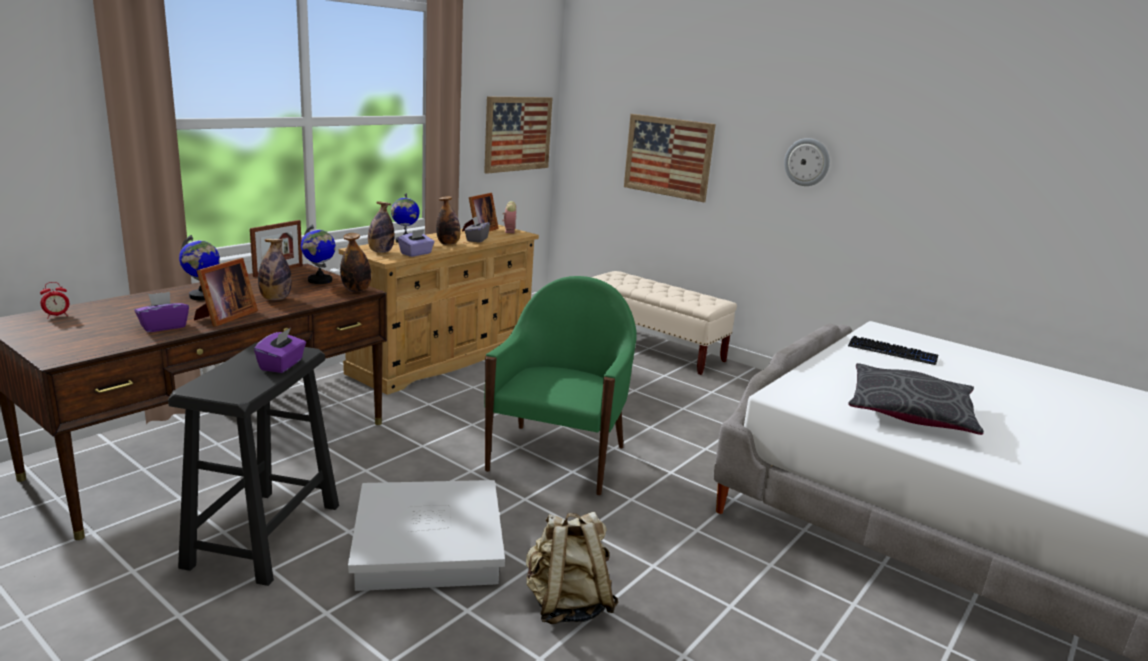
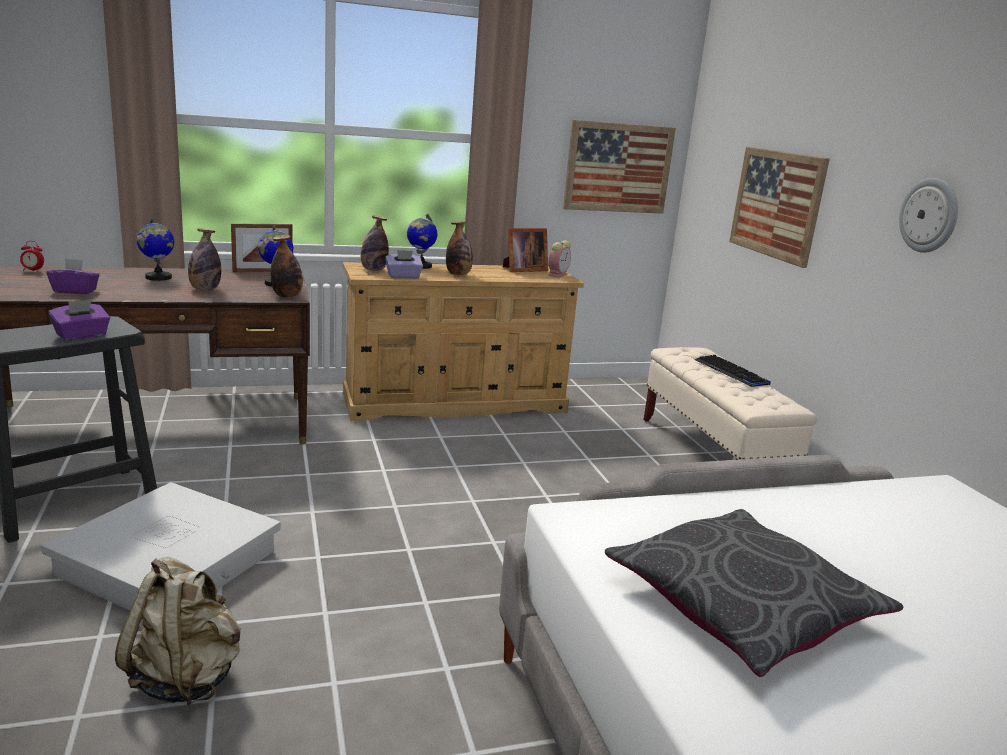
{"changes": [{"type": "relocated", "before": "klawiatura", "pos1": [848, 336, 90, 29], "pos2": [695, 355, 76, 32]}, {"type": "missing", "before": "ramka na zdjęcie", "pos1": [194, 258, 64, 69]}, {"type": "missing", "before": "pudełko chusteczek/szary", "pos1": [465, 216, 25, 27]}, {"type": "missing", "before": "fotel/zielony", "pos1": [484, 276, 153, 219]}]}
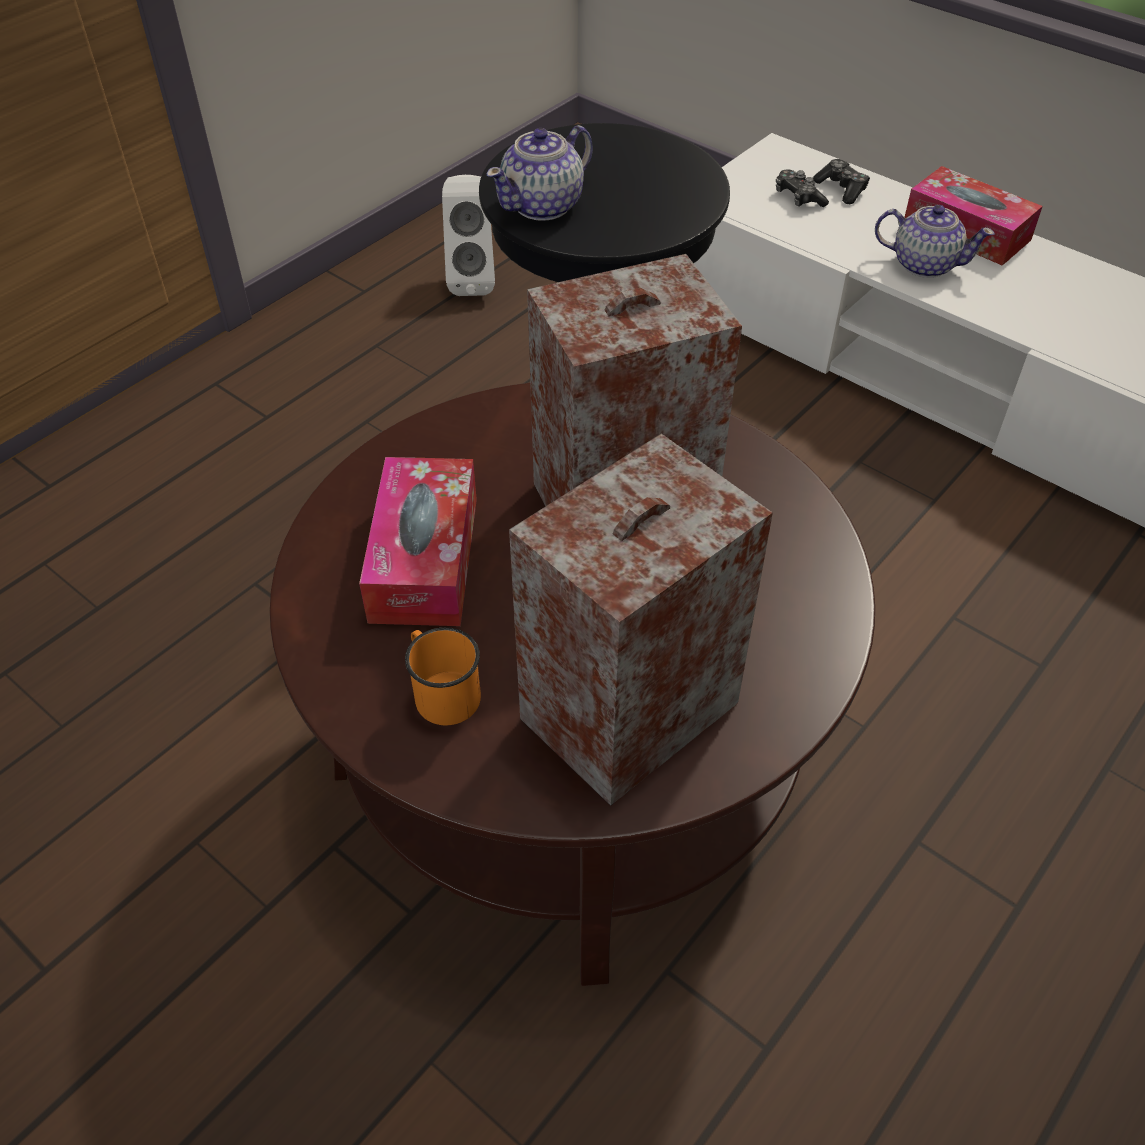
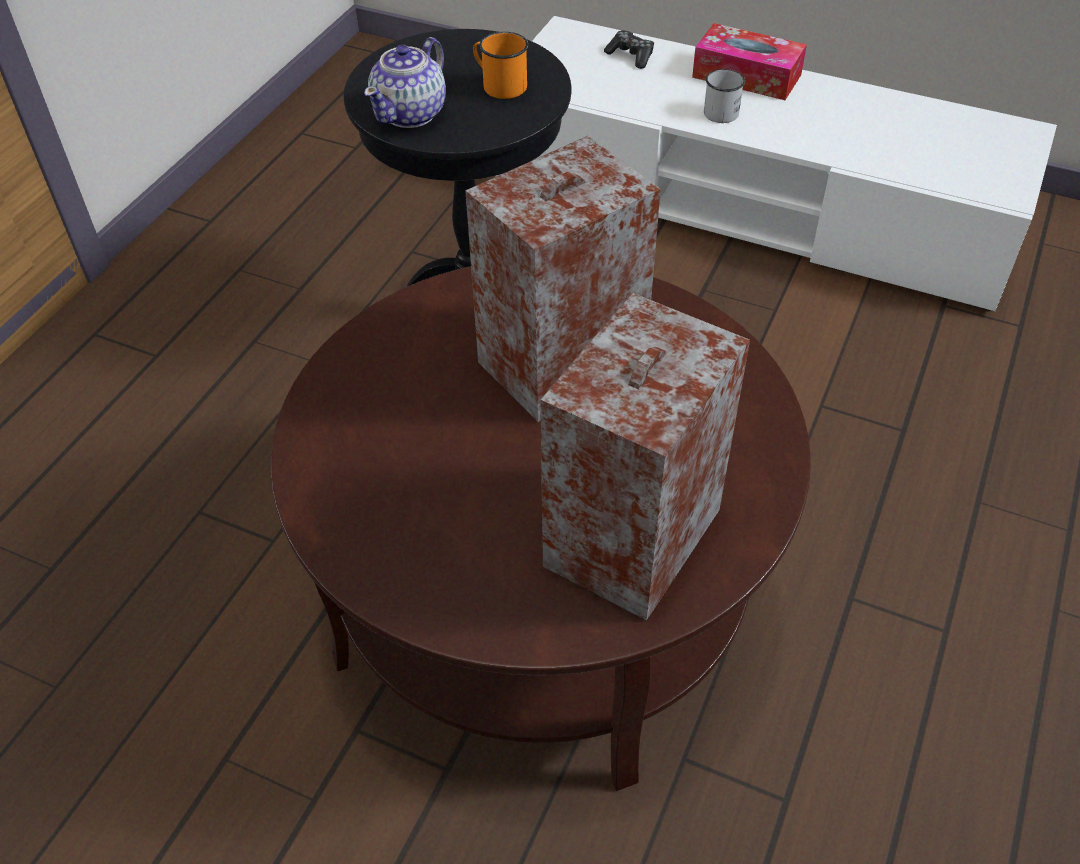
{"changes": [{"type": "relocated", "before": "kubek/pomarańczowy", "pos1": [405, 627, 76, 98], "pos2": [473, 32, 55, 67]}, {"type": "exchanged", "before": "imbryk", "after": "kubek/biały", "pos1": [875, 205, 120, 73], "pos2": [704, 69, 41, 54]}, {"type": "missing", "before": "pudełko chusteczek", "pos1": [359, 457, 118, 169]}, {"type": "missing", "before": "głośnik/biały", "pos1": [442, 175, 53, 121]}, {"type": "missing", "before": "pad do gier", "pos1": [776, 169, 53, 38]}]}
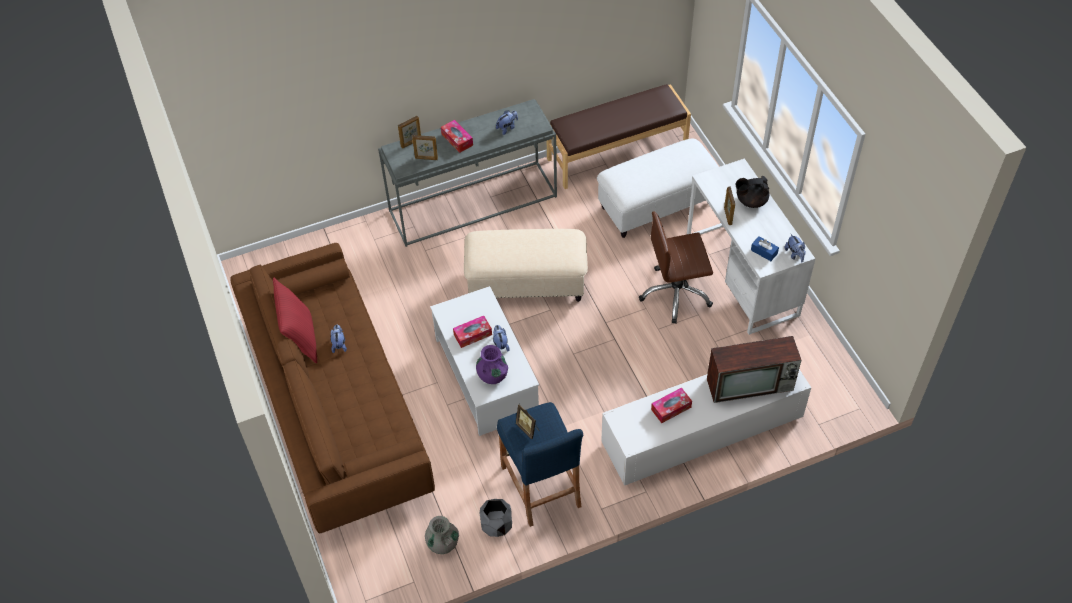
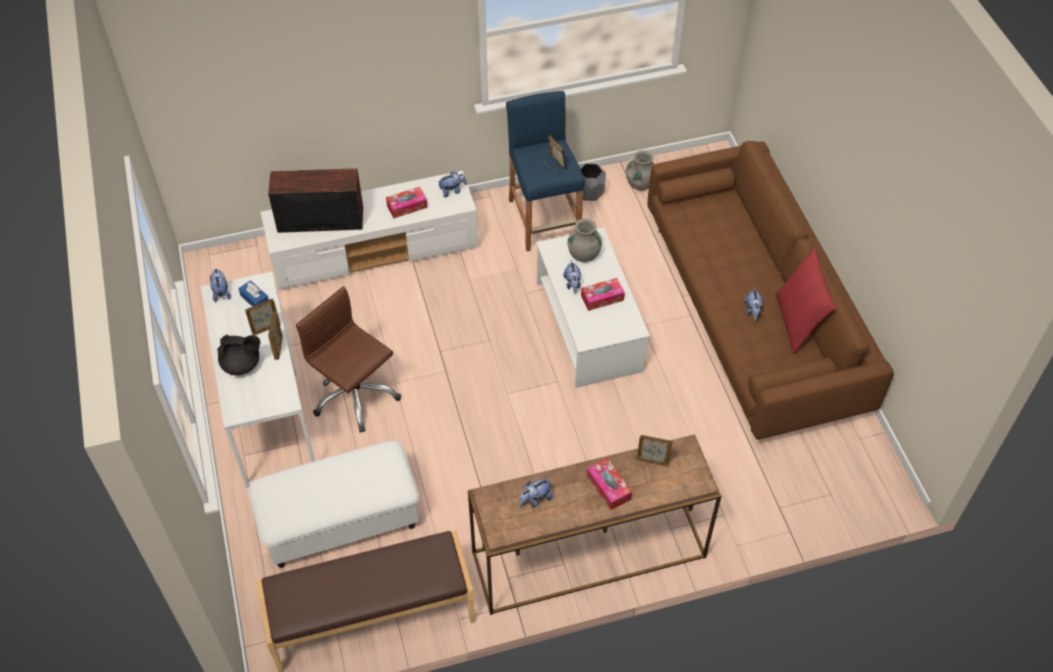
{"changes": [{"type": "relocated", "before": "ramka na zdjęcie", "pos1": [398, 116, 23, 32], "pos2": [245, 299, 36, 36]}, {"type": "spun", "before": "krzesło biurowe/brązowy", "pos1": [639, 212, 74, 112], "pos2": [296, 286, 105, 147], "turn": -135}, {"type": "appeared", "after": "pluszak", "pos2": [438, 171, 29, 26]}, {"type": "colour", "before": "stolik konsolowy/szary", "after": "stolik konsolowy/brązowy", "pos1": [378, 99, 179, 148], "pos2": [468, 434, 253, 181]}, {"type": "colour", "before": "wazon/fioletowy", "after": "wazon/szary", "pos1": [476, 345, 32, 39], "pos2": [567, 218, 35, 44]}, {"type": "missing", "before": "pufa/beżowy", "pos1": [464, 229, 124, 73]}]}
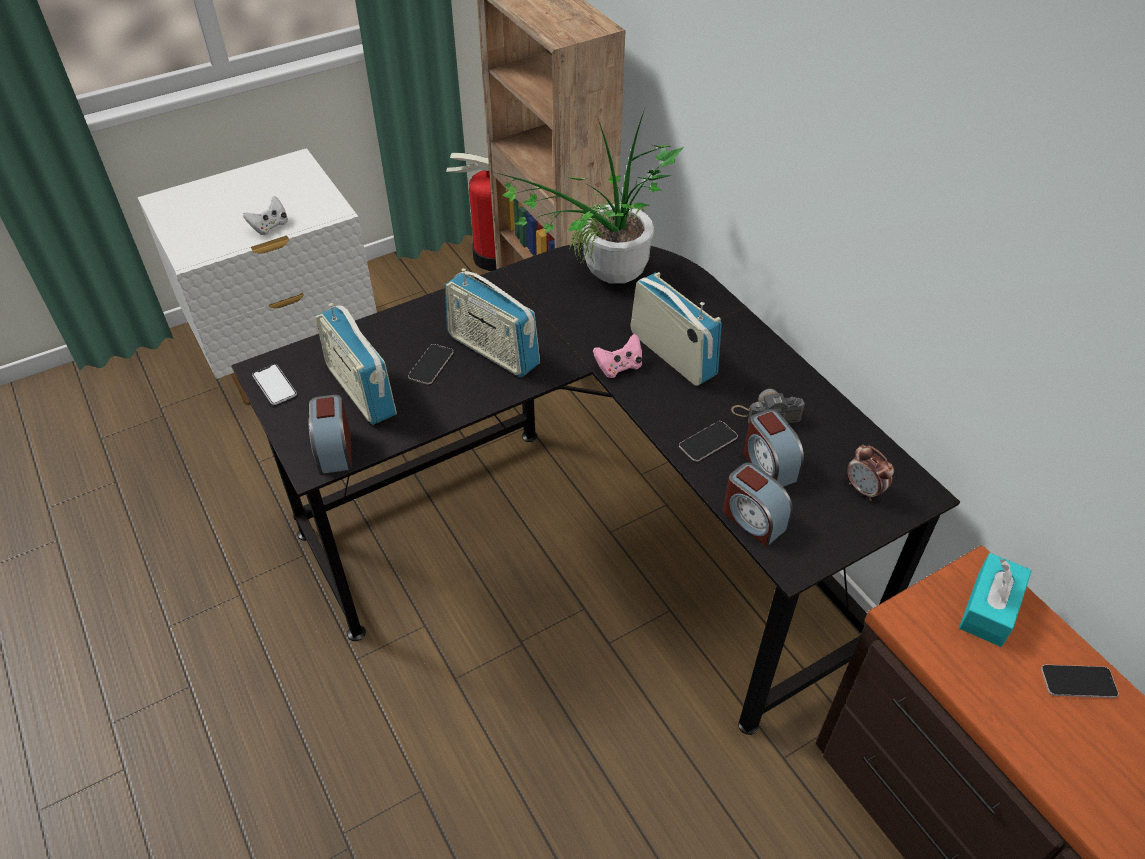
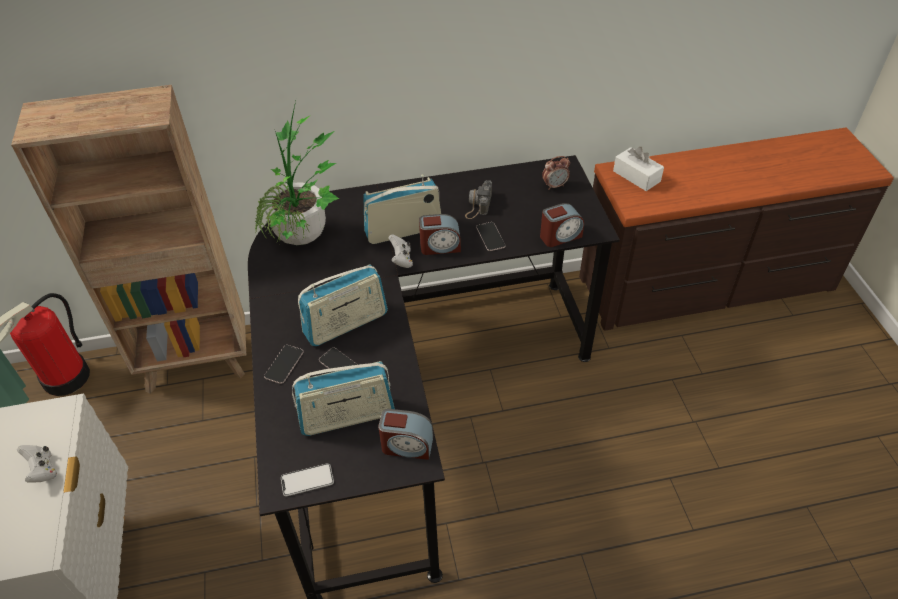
{"changes": [{"type": "relocated", "before": "telefon", "pos1": [1041, 665, 78, 33], "pos2": [264, 345, 39, 39]}, {"type": "colour", "before": "pad do gier/różowy", "after": "pad do gier/biały", "pos1": [593, 334, 49, 44], "pos2": [389, 234, 24, 34]}, {"type": "relocated", "before": "budzik", "pos1": [744, 409, 60, 78], "pos2": [419, 214, 42, 41]}, {"type": "colour", "before": "pudełko chusteczek/turkusowy", "after": "pudełko chusteczek/biały", "pos1": [959, 553, 73, 94], "pos2": [613, 147, 51, 44]}]}
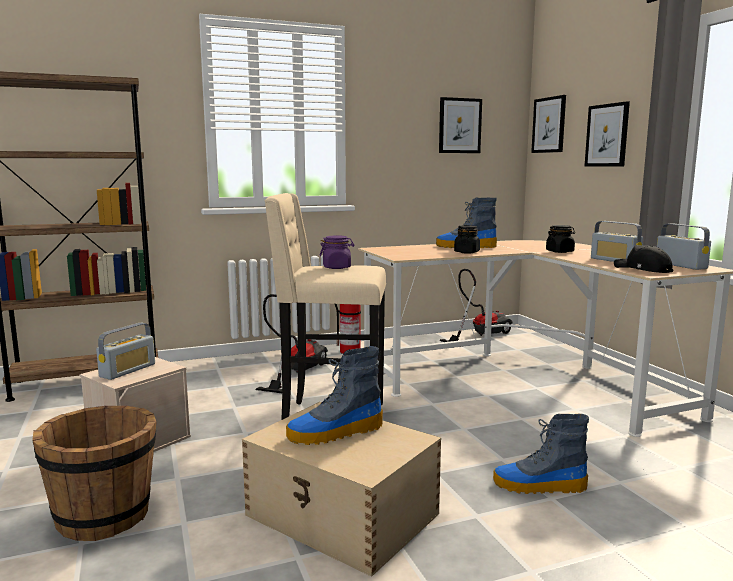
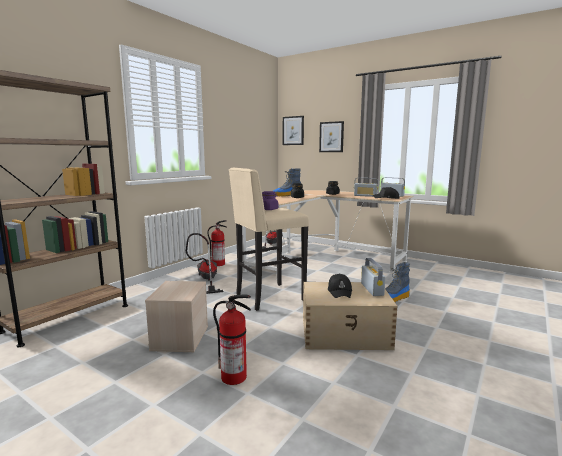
{"changes": [{"type": "exchanged", "before": "wiadro/brązowy", "after": "gaśnica", "pos1": [32, 406, 125, 135], "pos2": [213, 295, 38, 90]}, {"type": "exchanged", "before": "but z cholewką", "after": "czapka z daszkiem/czarny", "pos1": [286, 346, 97, 99], "pos2": [328, 274, 24, 24]}, {"type": "relocated", "before": "radio", "pos1": [96, 323, 59, 57], "pos2": [361, 258, 24, 38]}, {"type": "missing", "before": "obraz", "pos1": [439, 97, 43, 56]}]}
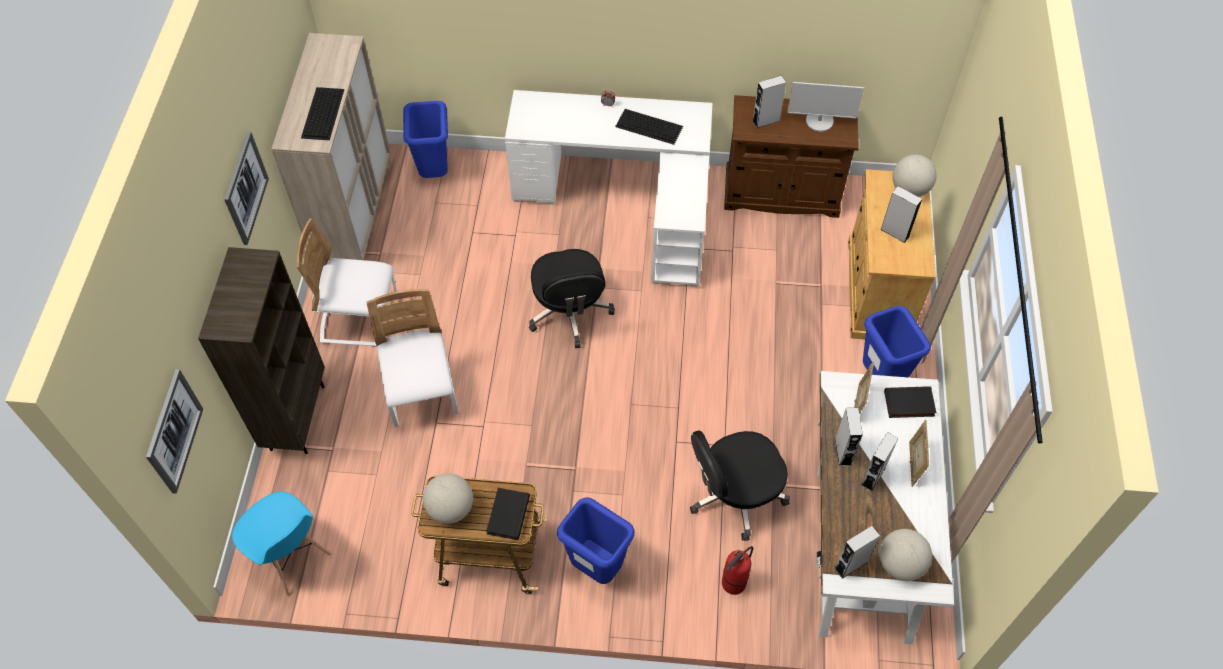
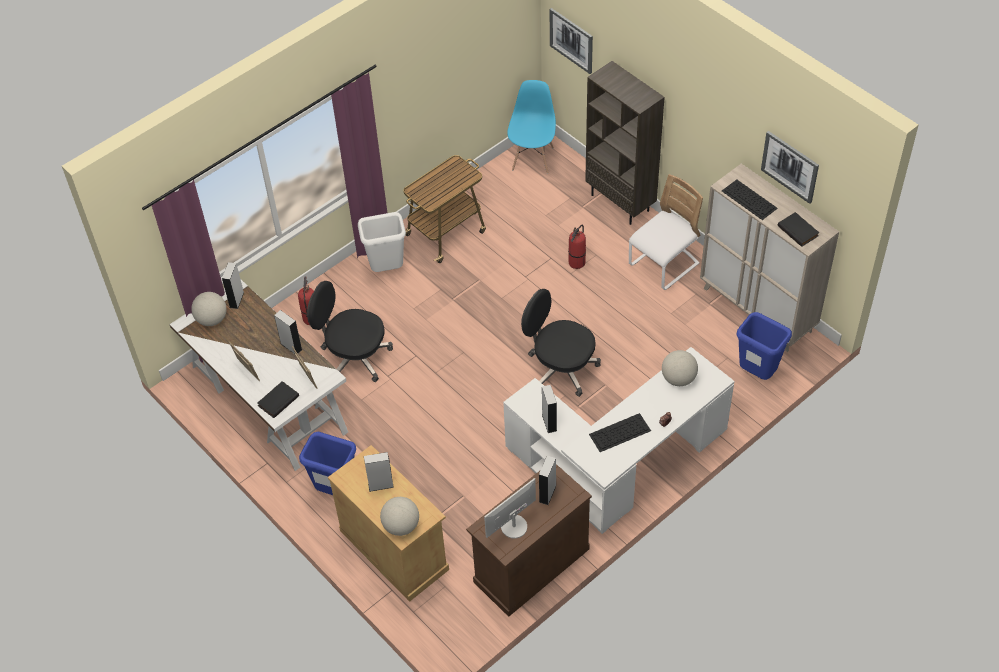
{"changes": [{"type": "spun", "before": "krzesło biurowe/czarny", "pos1": [690, 430, 100, 111], "pos2": [307, 281, 86, 101], "turn": -90}, {"type": "colour", "before": "kosz na śmieci/niebieski", "after": "kosz na śmieci/biały", "pos1": [557, 498, 78, 86], "pos2": [358, 212, 48, 60]}, {"type": "spun", "before": "krzesło/niebieski", "pos1": [232, 492, 99, 104], "pos2": [507, 80, 49, 94], "turn": 105}, {"type": "relocated", "before": "głośnik/szary", "pos1": [861, 432, 37, 59], "pos2": [542, 385, 15, 48]}, {"type": "exchanged", "before": "krzesło/biały", "after": "gaśnica", "pos1": [366, 289, 93, 139], "pos2": [568, 225, 18, 44]}, {"type": "relocated", "before": "globus", "pos1": [423, 473, 50, 51], "pos2": [662, 350, 36, 36]}, {"type": "relocated", "before": "obraz", "pos1": [224, 131, 45, 114], "pos2": [761, 131, 58, 73]}, {"type": "relocated", "before": "książka/czarny", "pos1": [486, 488, 44, 52], "pos2": [778, 212, 41, 35]}]}
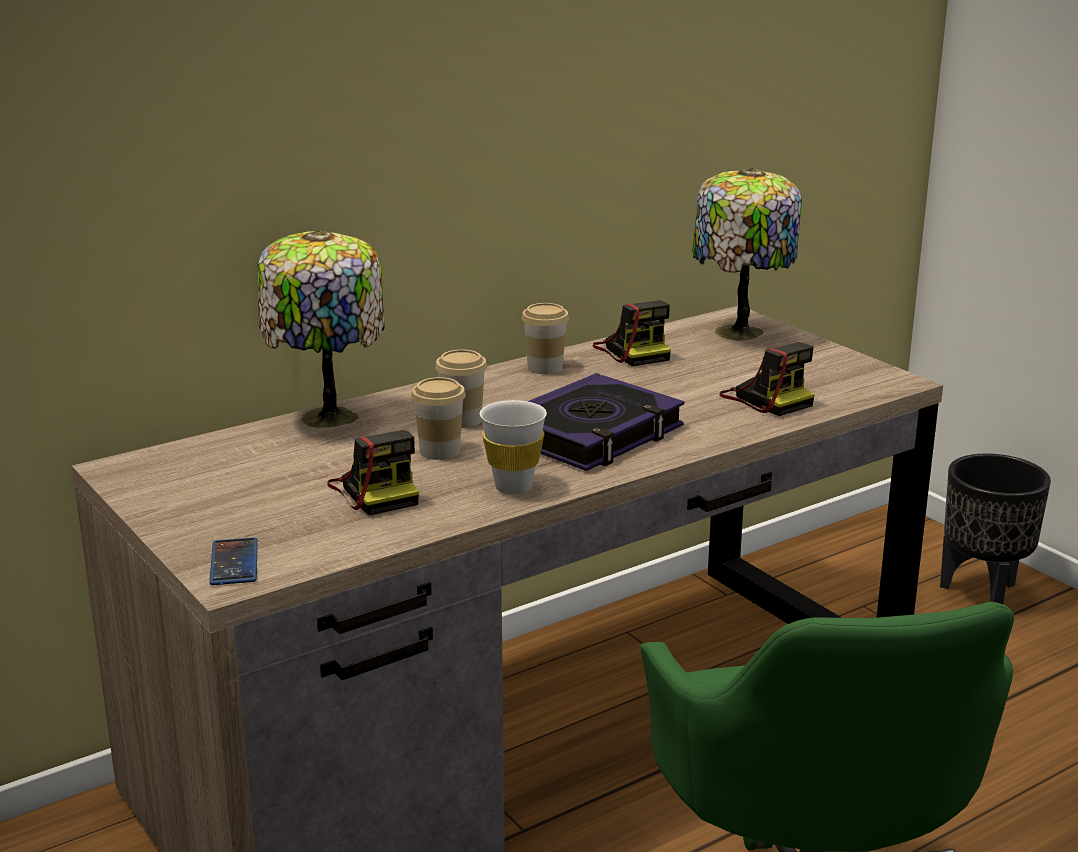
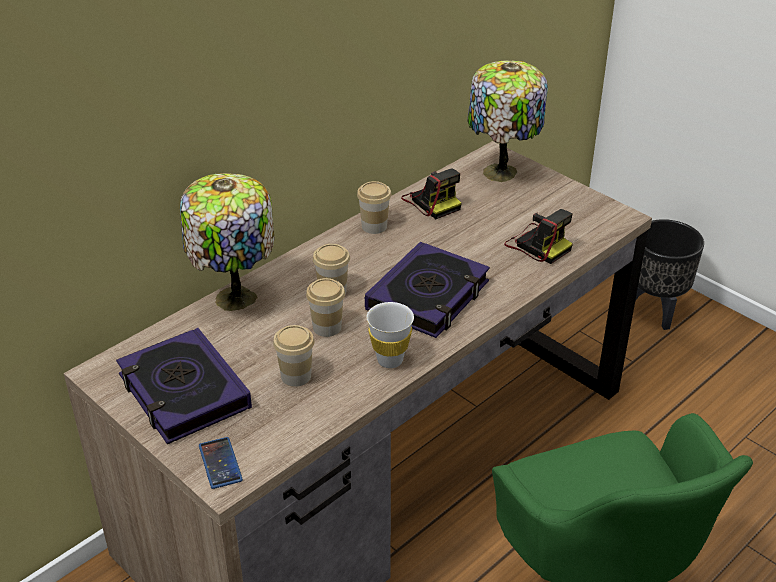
{"changes": [{"type": "appeared", "after": "książka", "pos2": [116, 328, 136, 116]}, {"type": "exchanged", "before": "aparat fotograficzny", "after": "filiżanka", "pos1": [327, 430, 92, 85], "pos2": [273, 325, 41, 62]}]}
